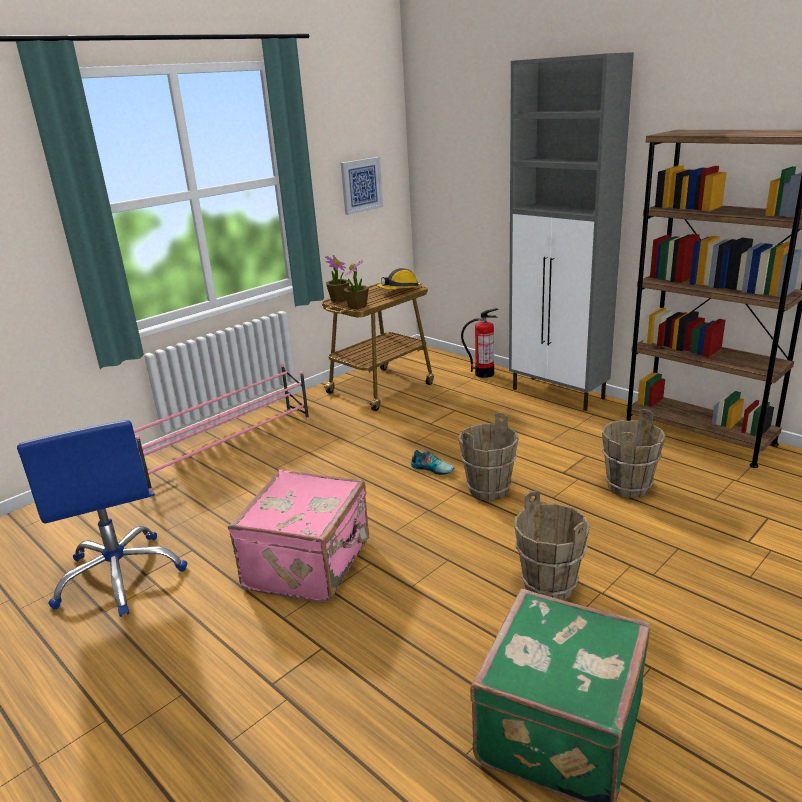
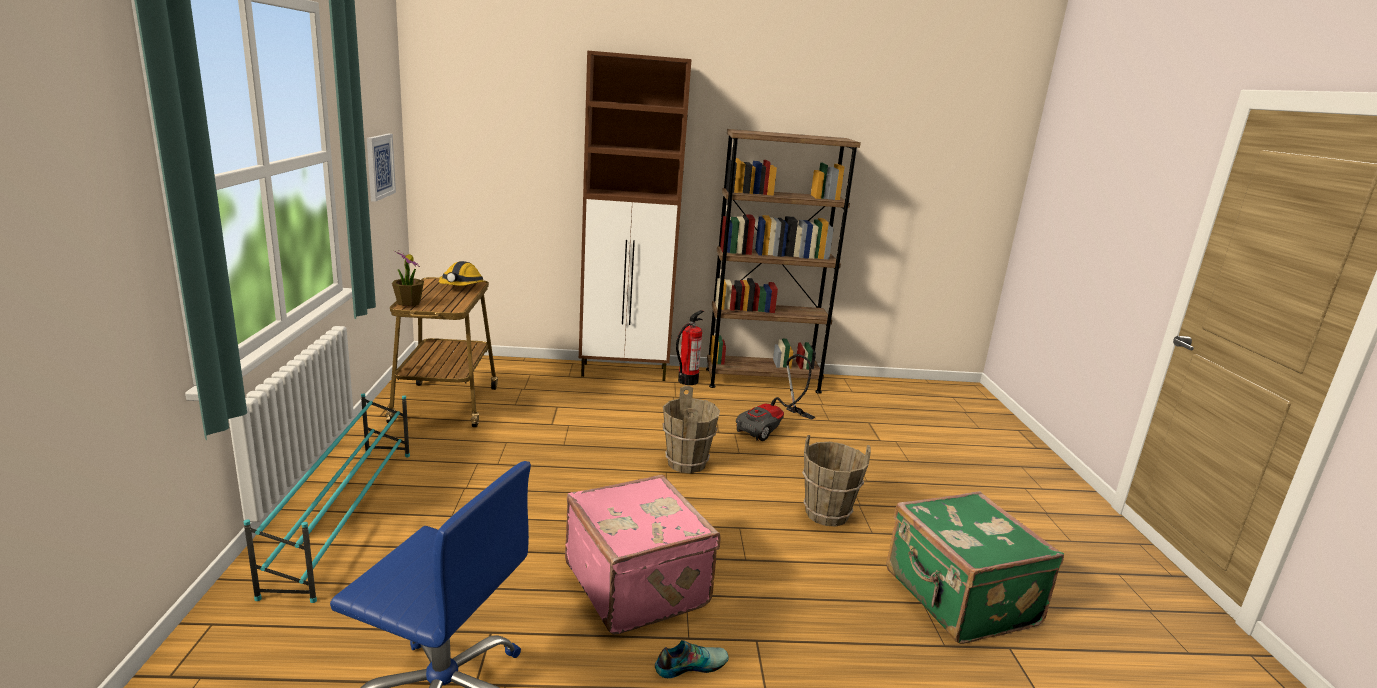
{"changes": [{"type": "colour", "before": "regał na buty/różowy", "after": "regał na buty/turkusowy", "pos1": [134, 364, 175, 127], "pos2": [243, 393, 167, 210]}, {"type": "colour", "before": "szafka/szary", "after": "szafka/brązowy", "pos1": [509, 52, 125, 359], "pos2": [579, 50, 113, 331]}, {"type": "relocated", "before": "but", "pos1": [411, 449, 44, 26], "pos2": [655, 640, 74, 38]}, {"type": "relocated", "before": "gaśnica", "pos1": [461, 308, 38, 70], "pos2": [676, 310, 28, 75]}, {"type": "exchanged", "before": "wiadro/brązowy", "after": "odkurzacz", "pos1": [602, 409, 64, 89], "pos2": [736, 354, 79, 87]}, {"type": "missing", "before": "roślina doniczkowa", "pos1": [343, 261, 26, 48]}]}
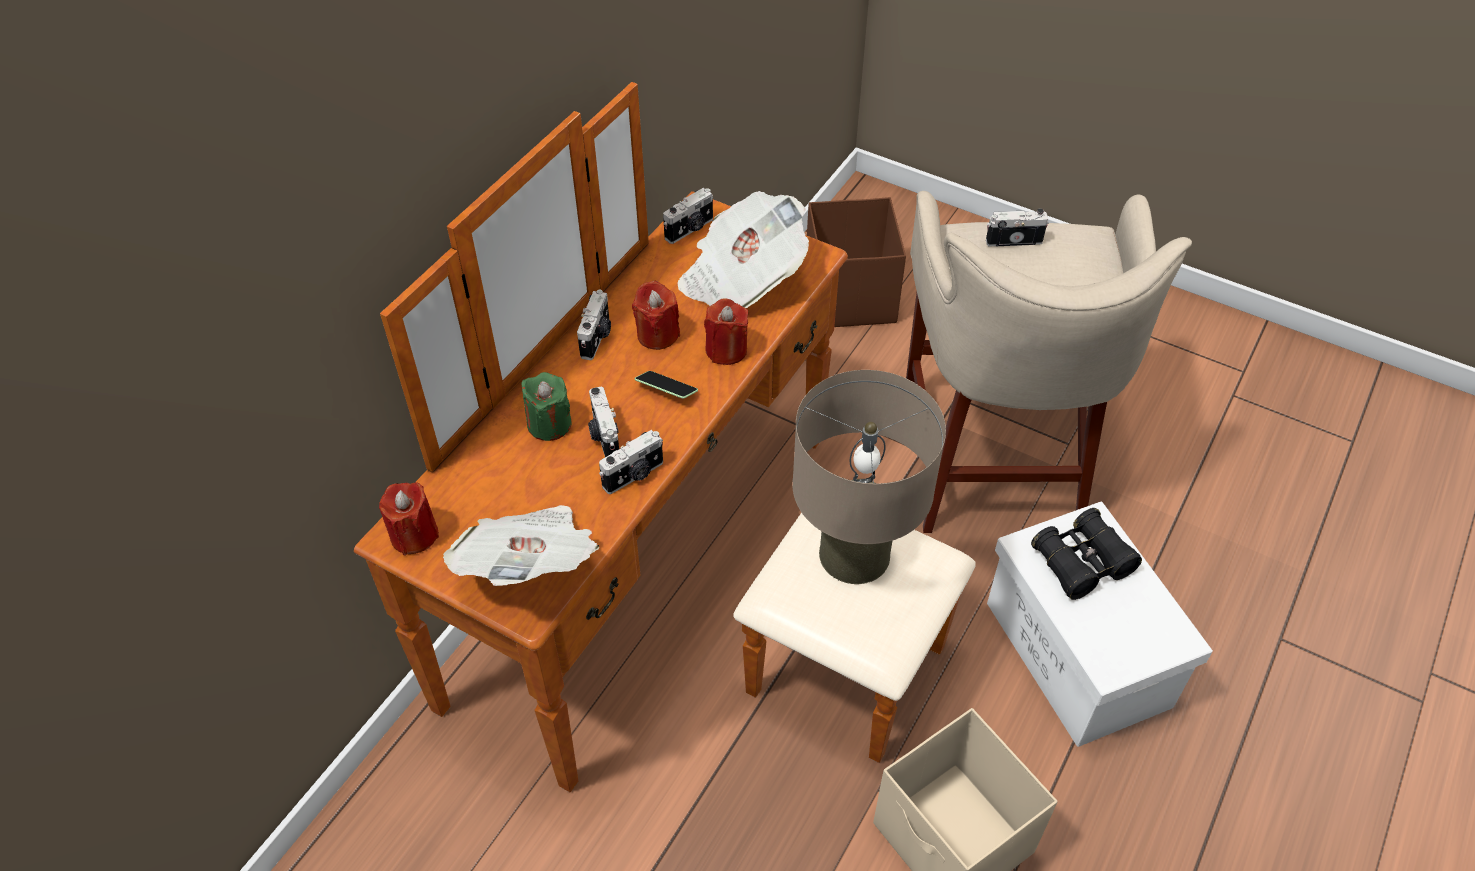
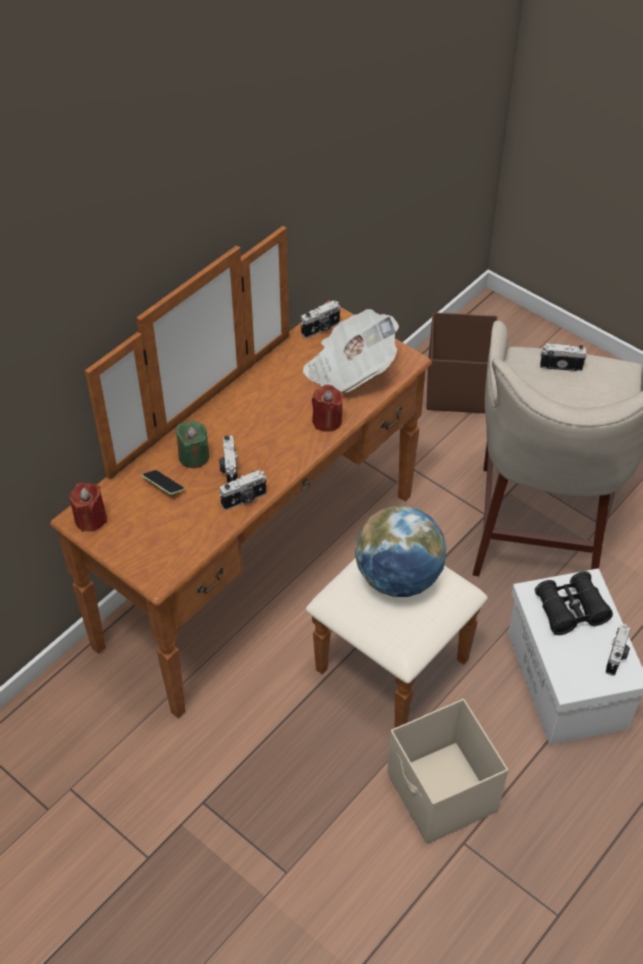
{"changes": [{"type": "relocated", "before": "telefon", "pos1": [635, 371, 63, 27], "pos2": [141, 470, 44, 24]}, {"type": "exchanged", "before": "lampa stołowa/beżowy", "after": "globus", "pos1": [792, 370, 154, 214], "pos2": [355, 506, 92, 91]}, {"type": "relocated", "before": "aparat fotograficzny", "pos1": [577, 290, 34, 70], "pos2": [606, 624, 24, 52]}, {"type": "missing", "before": "gazeta", "pos1": [443, 505, 156, 81]}, {"type": "missing", "before": "świeca/czerwony", "pos1": [632, 281, 48, 69]}]}
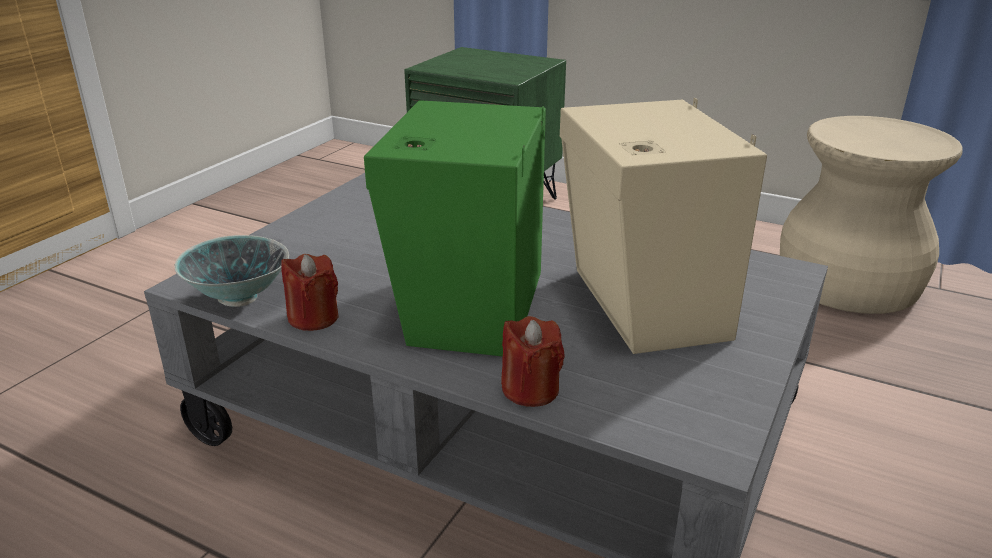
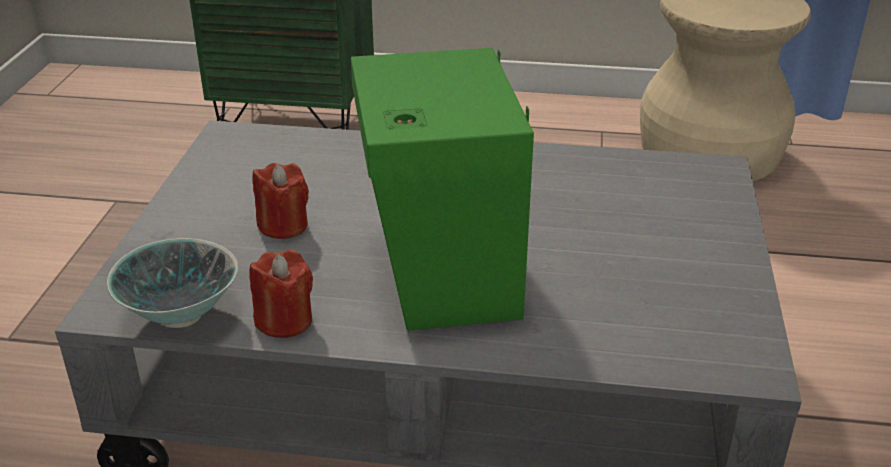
{"changes": [{"type": "relocated", "before": "świeca/czerwony", "pos1": [501, 316, 64, 91], "pos2": [253, 163, 56, 76]}, {"type": "missing", "before": "głośnik/beżowy", "pos1": [560, 98, 207, 256]}]}
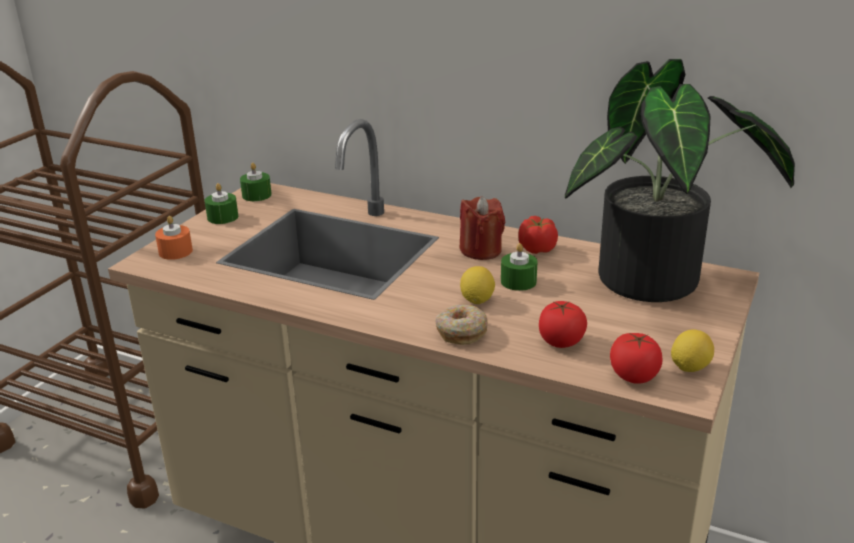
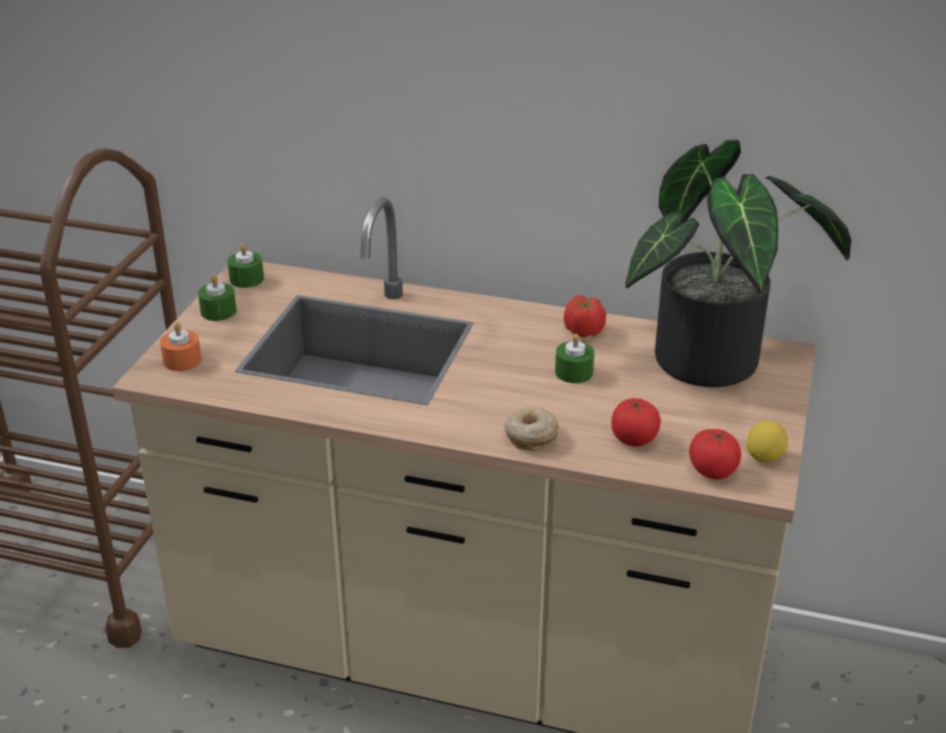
{"changes": [{"type": "missing", "before": "świeca/czerwony", "pos1": [460, 196, 45, 64]}, {"type": "missing", "before": "cytryna", "pos1": [460, 266, 35, 38]}]}
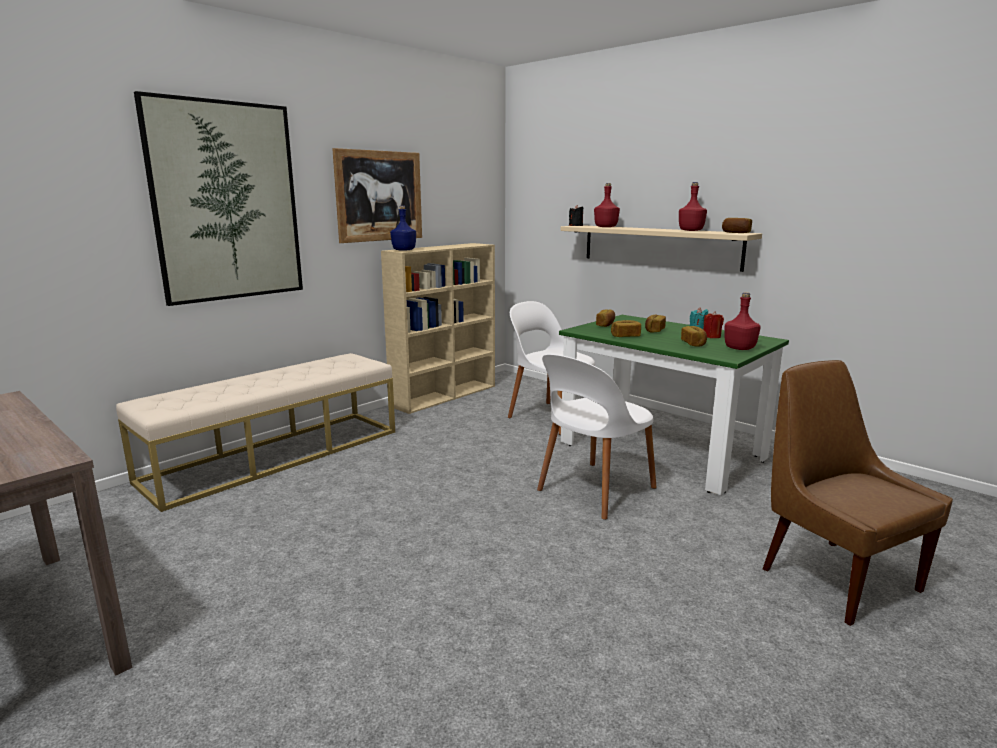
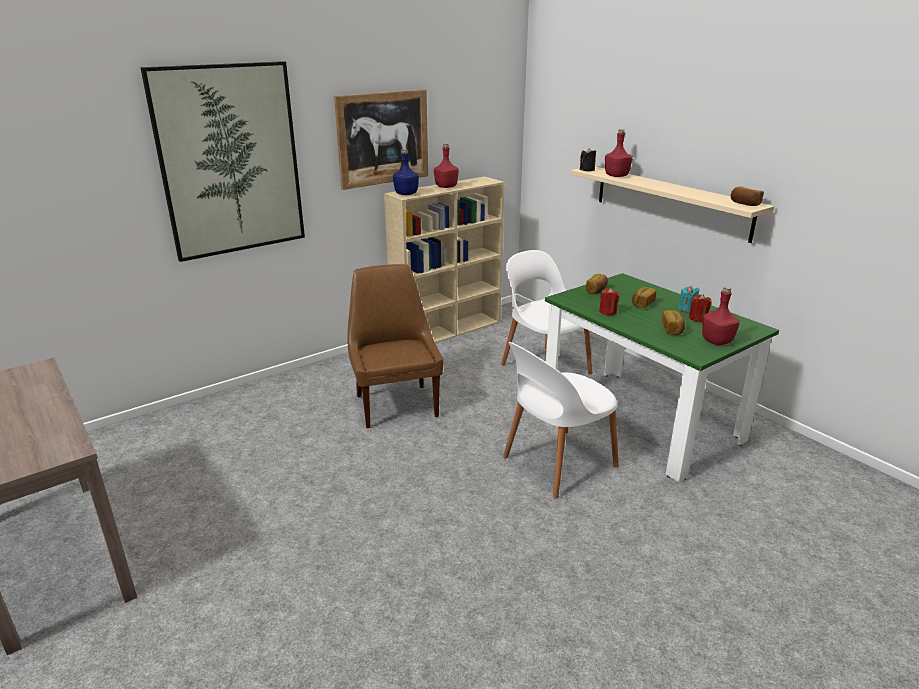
{"changes": [{"type": "relocated", "before": "krzesło/brązowy", "pos1": [763, 360, 190, 266], "pos2": [347, 264, 97, 164]}, {"type": "relocated", "before": "butelka/czerwony", "pos1": [679, 182, 28, 49], "pos2": [434, 144, 25, 44]}, {"type": "exchanged", "before": "chleb", "after": "świeca/czerwony", "pos1": [611, 320, 30, 17], "pos2": [599, 288, 21, 27]}, {"type": "missing", "before": "ławka/beżowy", "pos1": [116, 353, 279, 159]}]}
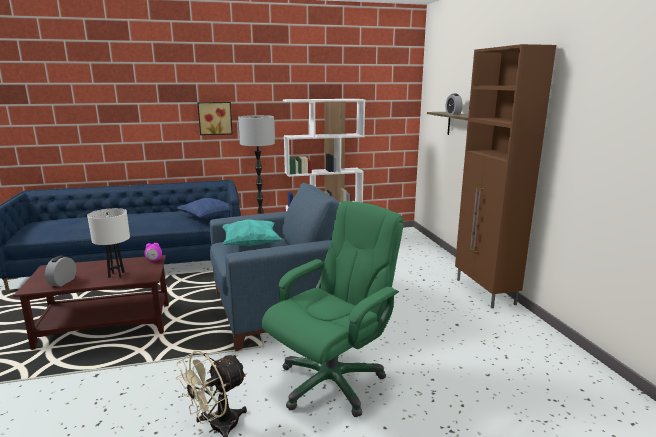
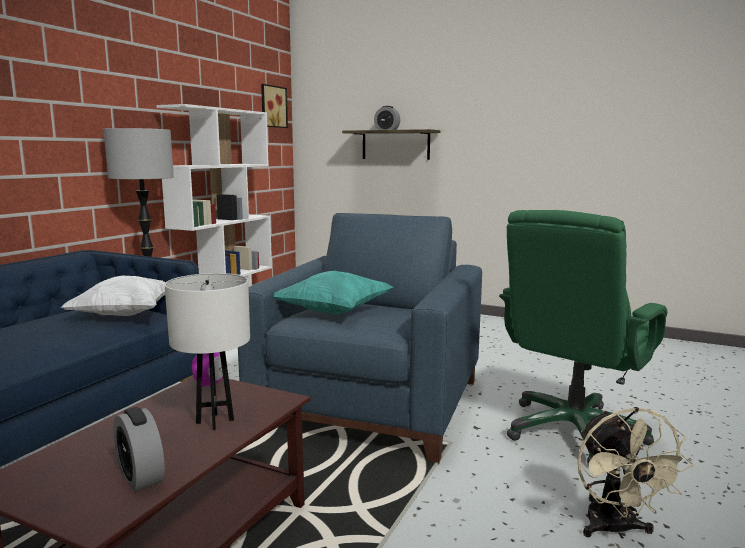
{"changes": [{"type": "colour", "before": "poduszka/niebieski", "after": "poduszka/biały", "pos1": [177, 198, 53, 21], "pos2": [61, 275, 104, 41]}, {"type": "relocated", "before": "obraz", "pos1": [197, 102, 36, 33], "pos2": [261, 84, 27, 44]}, {"type": "spun", "before": "krzesło biurowe/zielony", "pos1": [262, 201, 141, 216], "pos2": [499, 210, 169, 256], "turn": -135}, {"type": "missing", "before": "szafka/brązowy", "pos1": [455, 44, 101, 264]}]}
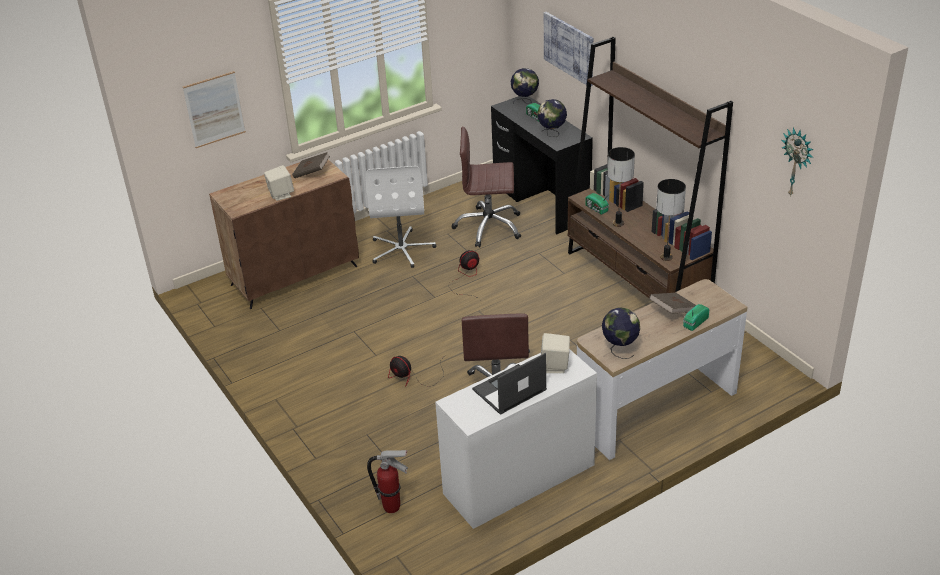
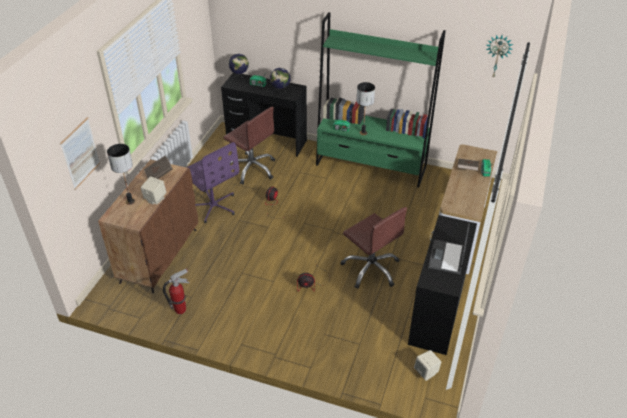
{"changes": [{"type": "relocated", "before": "lampa stołowa", "pos1": [656, 179, 30, 82], "pos2": [107, 144, 28, 61]}, {"type": "relocated", "before": "gaśnica", "pos1": [367, 450, 41, 63], "pos2": [163, 268, 26, 46]}, {"type": "colour", "before": "krzesło biurowe/biały", "after": "krzesło biurowe/fioletowy", "pos1": [365, 166, 71, 102], "pos2": [186, 142, 53, 81]}, {"type": "spun", "before": "krzesło biurowe/brązowy", "pos1": [452, 127, 69, 120], "pos2": [223, 107, 52, 78], "turn": -105}, {"type": "colour", "before": "regał/brązowy", "after": "regał/zielony", "pos1": [568, 37, 165, 261], "pos2": [316, 12, 130, 176]}, {"type": "colour", "before": "biurko/biały", "after": "biurko/czarny", "pos1": [435, 350, 162, 179], "pos2": [408, 215, 69, 140]}, {"type": "relocated", "before": "głośnik/beżowy", "pos1": [541, 333, 29, 40], "pos2": [414, 350, 28, 31]}, {"type": "missing", "before": "obraz", "pos1": [544, 12, 49, 74]}, {"type": "missing", "before": "globus", "pos1": [602, 307, 39, 52]}]}
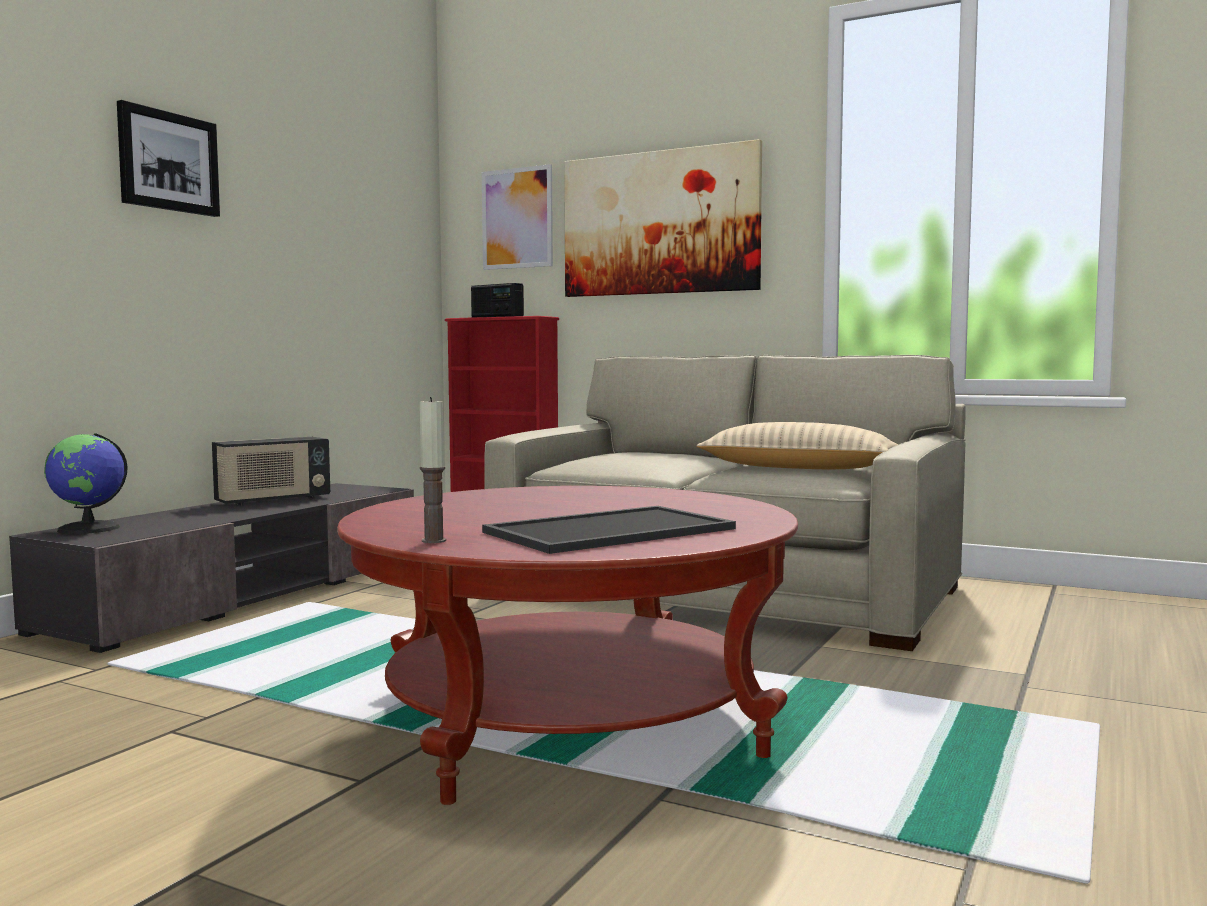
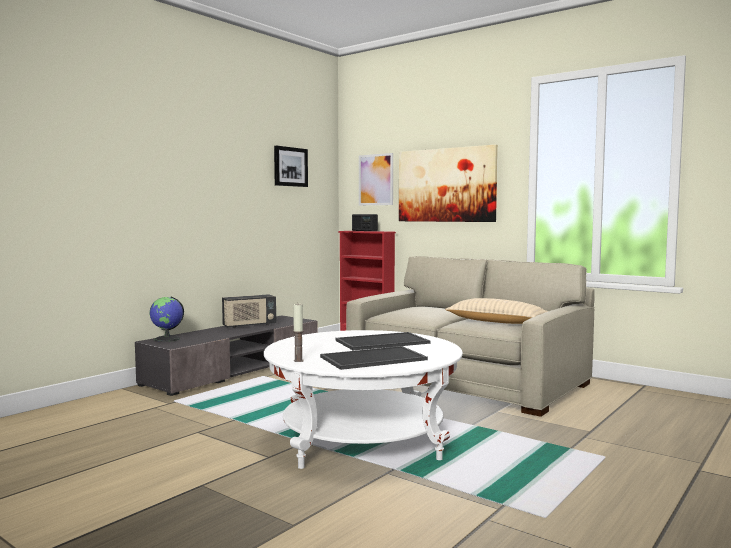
{"changes": [{"type": "colour", "before": "ława/czerwony", "after": "ława/biały", "pos1": [337, 486, 461, 319], "pos2": [264, 330, 199, 139]}, {"type": "relocated", "before": "obraz", "pos1": [117, 100, 103, 117], "pos2": [274, 146, 34, 41]}, {"type": "appeared", "after": "taca", "pos2": [335, 332, 96, 18]}]}
